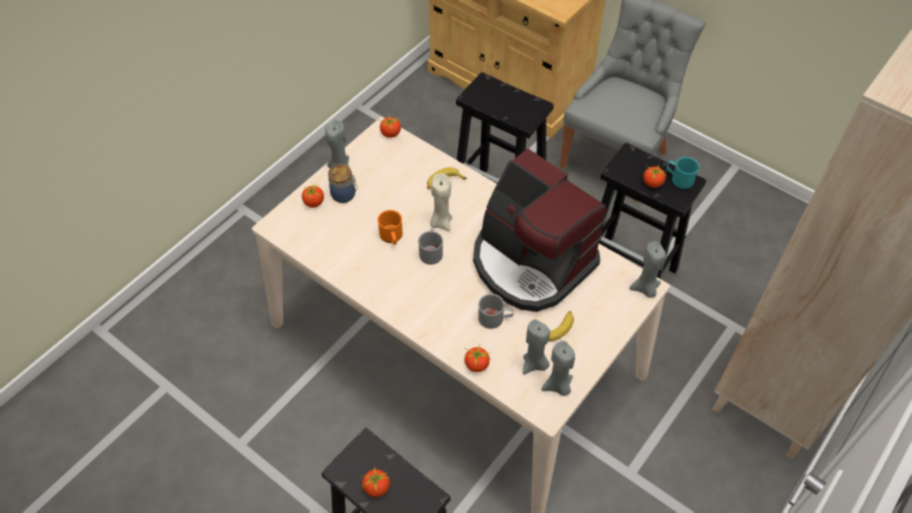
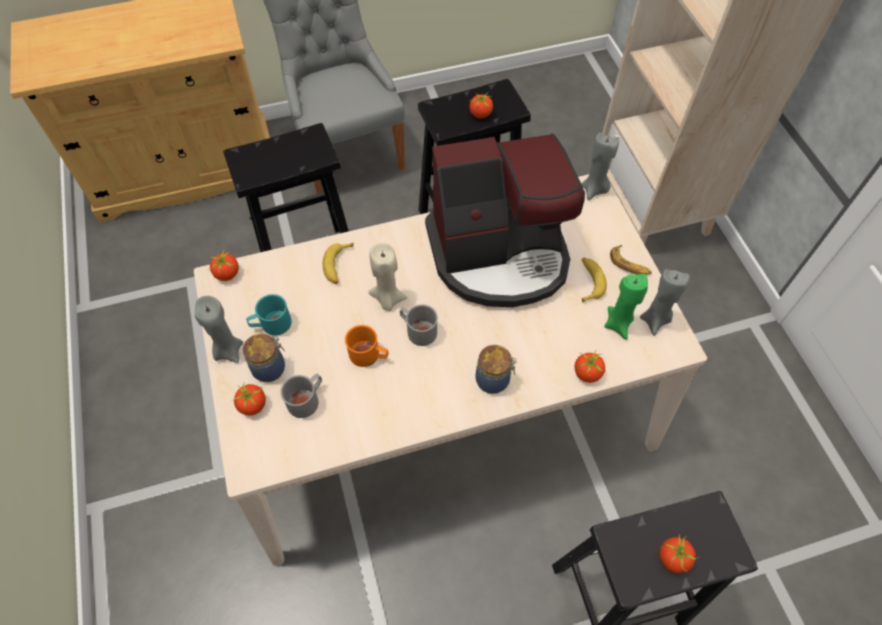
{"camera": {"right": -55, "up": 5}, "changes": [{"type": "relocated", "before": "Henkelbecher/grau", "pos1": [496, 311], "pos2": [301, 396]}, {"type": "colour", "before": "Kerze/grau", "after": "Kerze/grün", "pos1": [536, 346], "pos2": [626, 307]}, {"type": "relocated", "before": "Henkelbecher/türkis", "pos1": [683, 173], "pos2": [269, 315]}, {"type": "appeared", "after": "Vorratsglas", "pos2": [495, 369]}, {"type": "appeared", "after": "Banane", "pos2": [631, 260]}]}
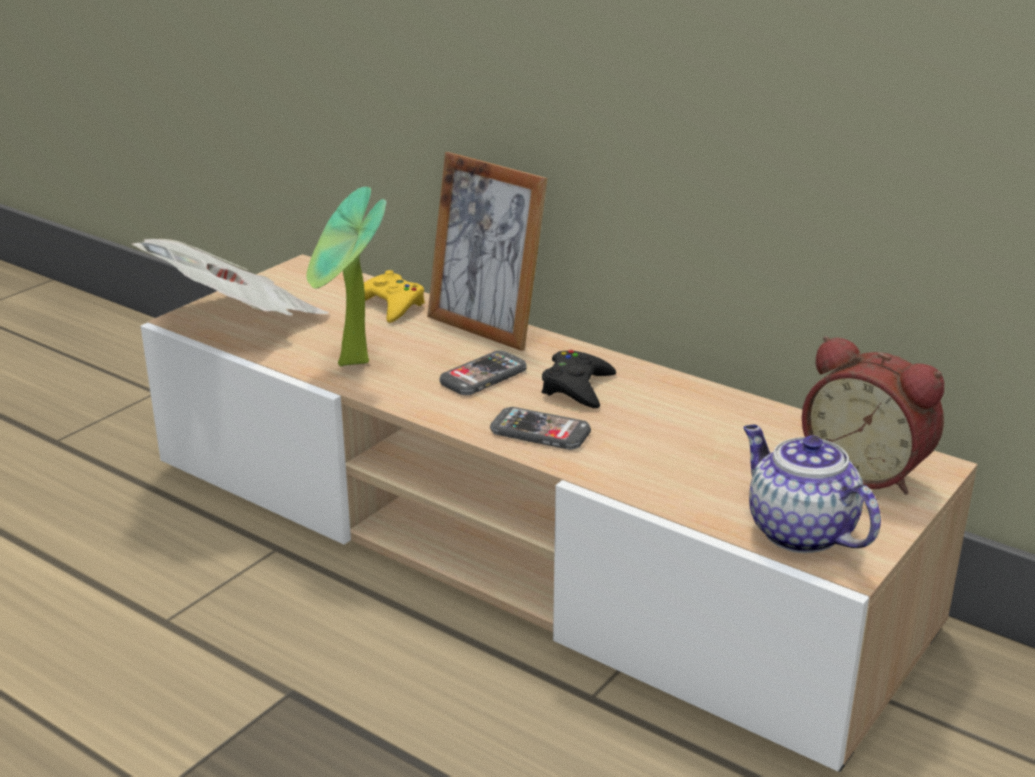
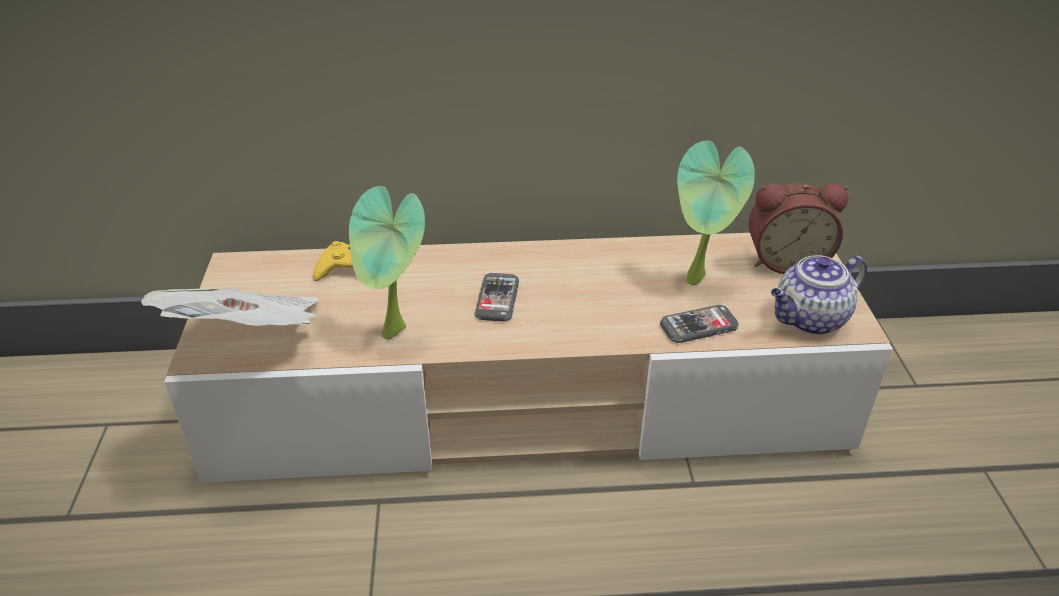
{"camera": {"right": -40, "up": 10}, "changes": [{"type": "missing", "before": "Bilderrahmen", "pos1": [487, 251]}, {"type": "relocated", "before": "Handy", "pos1": [540, 428], "pos2": [699, 324]}, {"type": "missing", "before": "Gamepad/schwarz", "pos1": [579, 379]}, {"type": "spun", "before": "Teekanne", "pos1": [812, 489], "pos2": [819, 295], "turn": -45}, {"type": "appeared", "after": "Topfpflanze", "pos2": [716, 213]}]}
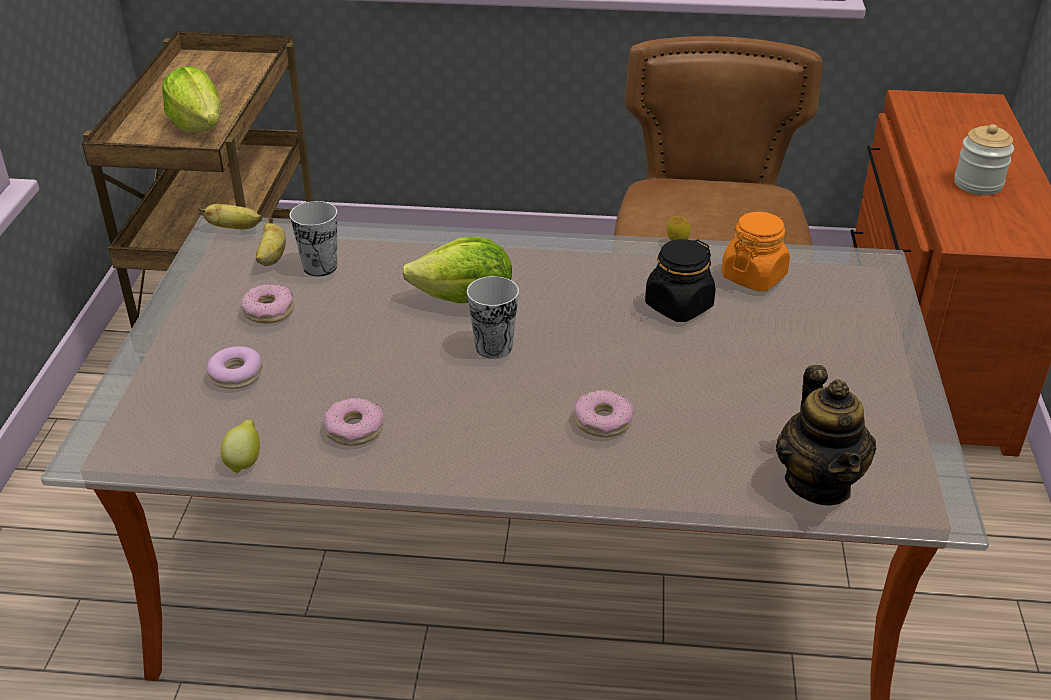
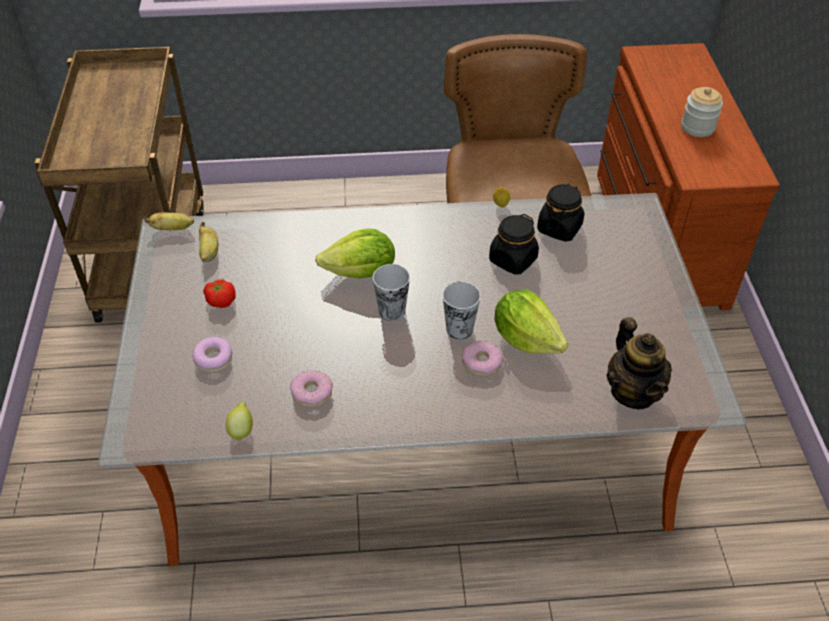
{"camera": {"right": -10, "up": 10}, "changes": [{"type": "relocated", "before": "Salatkopf", "pos1": [191, 99], "pos2": [531, 321]}, {"type": "exchanged", "before": "Donut", "after": "Tomate", "pos1": [267, 303], "pos2": [219, 293]}, {"type": "relocated", "before": "Tasse", "pos1": [313, 238], "pos2": [461, 310]}, {"type": "colour", "before": "Vorratsglas/orange", "after": "Vorratsglas/schwarz", "pos1": [755, 252], "pos2": [560, 213]}]}
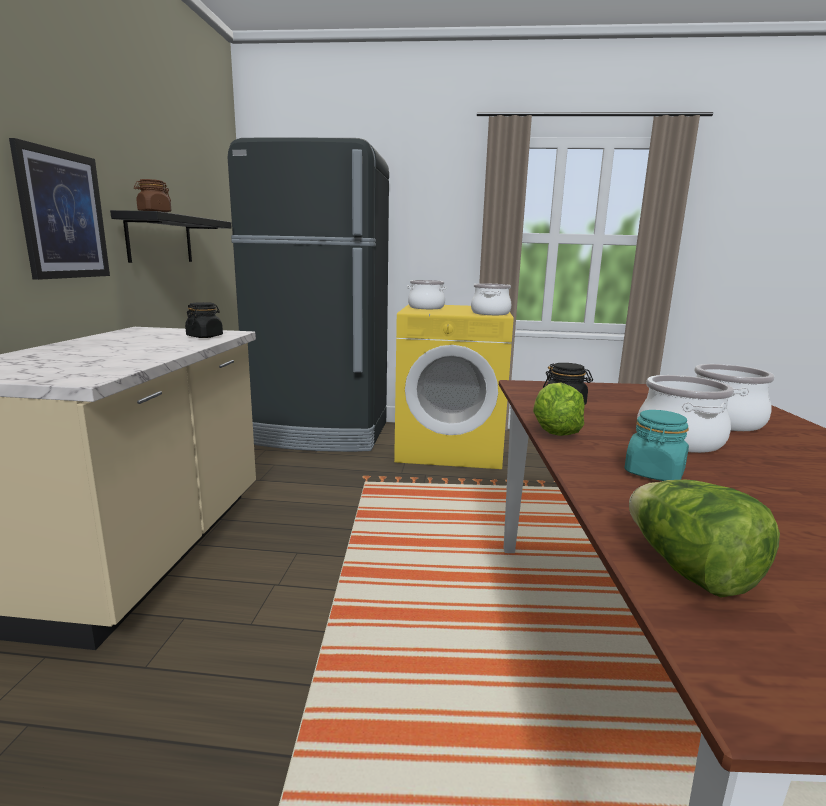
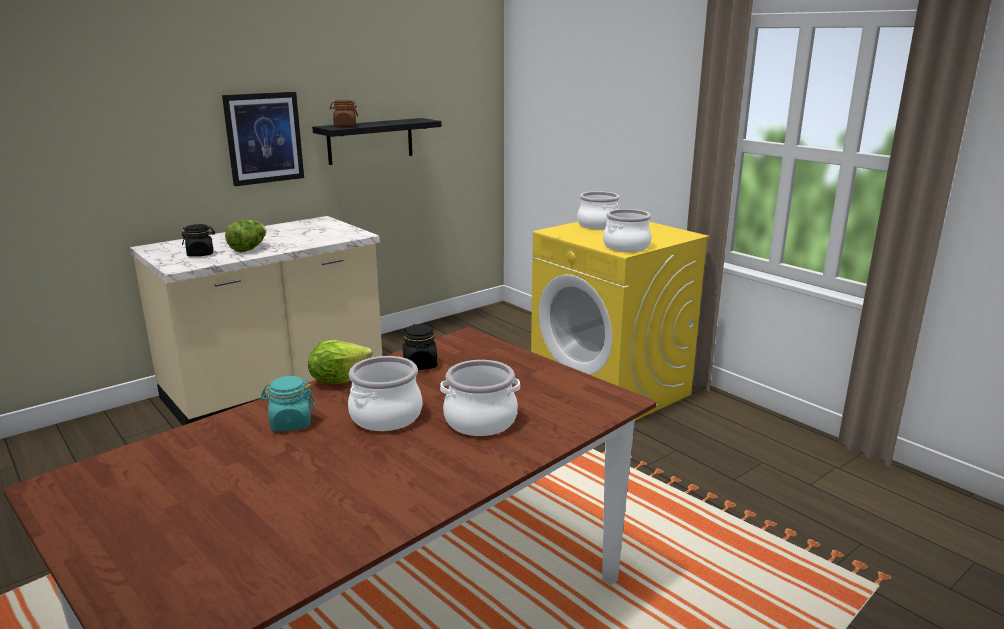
{"camera": {"right": 45, "up": 5}, "changes": [{"type": "relocated", "before": "Vorratsglas/schwarz", "pos1": [204, 320], "pos2": [198, 240]}, {"type": "missing", "before": "Kühlschrank/schwarz", "pos1": [308, 295]}, {"type": "relocated", "before": "Salatkopf", "pos1": [704, 538], "pos2": [245, 236]}]}
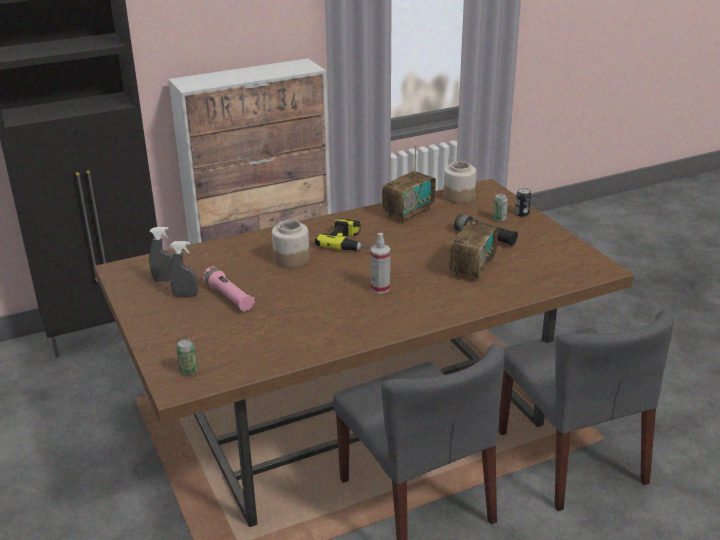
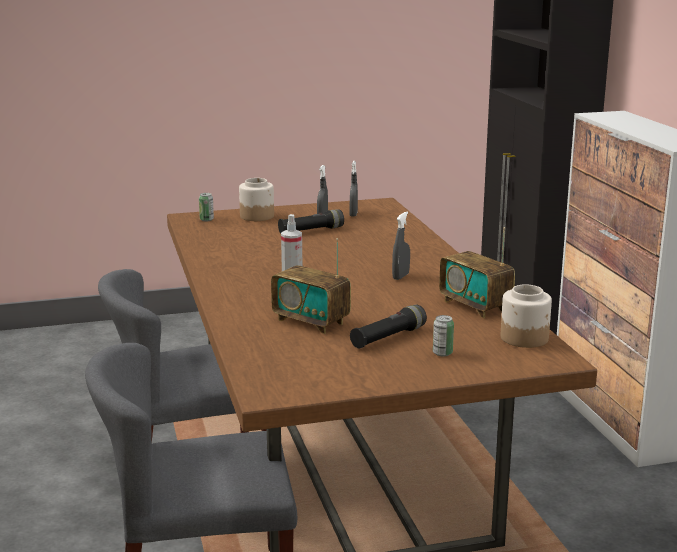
{"camera": {"right": 100, "up": -10}, "changes": [{"type": "colour", "before": "Taschenlampe/rosa", "after": "Taschenlampe/schwarz", "pos1": [229, 289], "pos2": [311, 221]}, {"type": "relocated", "before": "Vorratsglas", "pos1": [291, 244], "pos2": [256, 199]}, {"type": "exchanged", "before": "Bohrmaschine", "after": "Sprühflasche/grau", "pos1": [343, 234], "pos2": [401, 246]}, {"type": "missing", "before": "Dose", "pos1": [523, 202]}]}
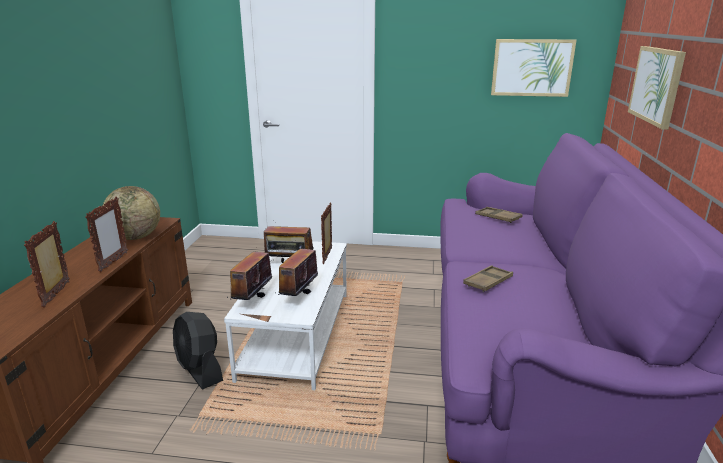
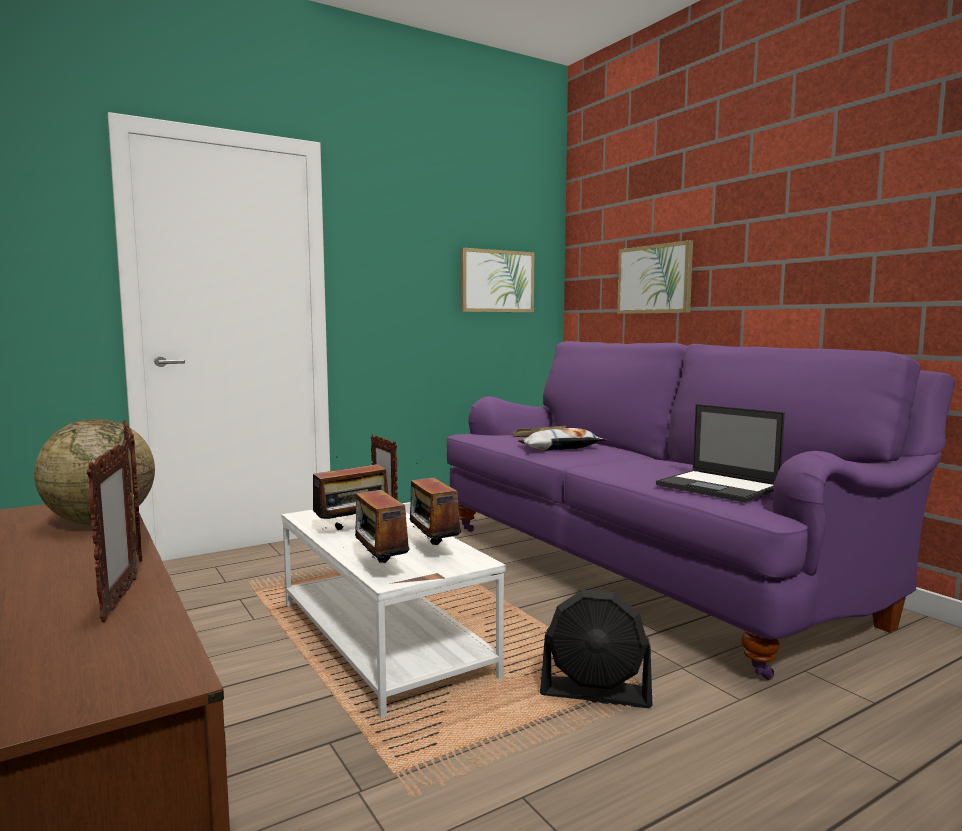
{"camera": {"right": -40, "up": -15}, "changes": [{"type": "spun", "before": "Bilderrahmen", "pos1": [47, 264], "pos2": [112, 531], "turn": -150}, {"type": "relocated", "before": "Ventilator/schwarz", "pos1": [198, 351], "pos2": [596, 649]}, {"type": "missing", "before": "Tablett/braun", "pos1": [488, 278]}, {"type": "appeared", "after": "Kissen", "pos2": [562, 439]}, {"type": "appeared", "after": "Laptop", "pos2": [720, 453]}]}
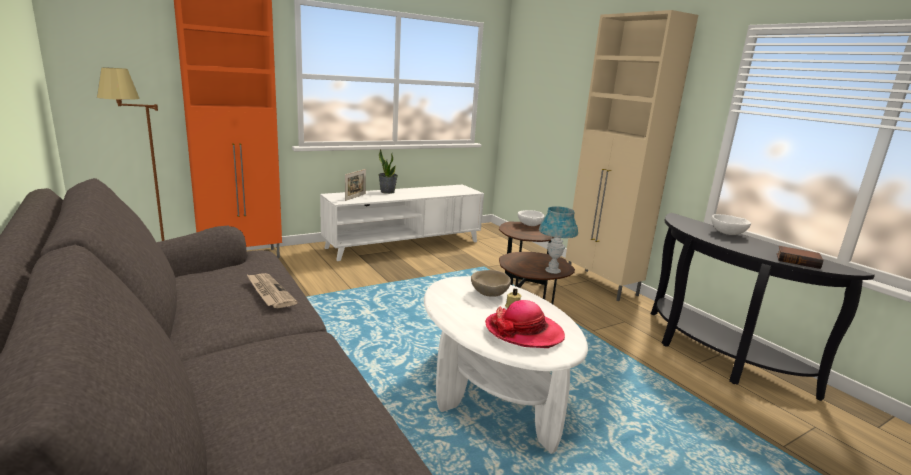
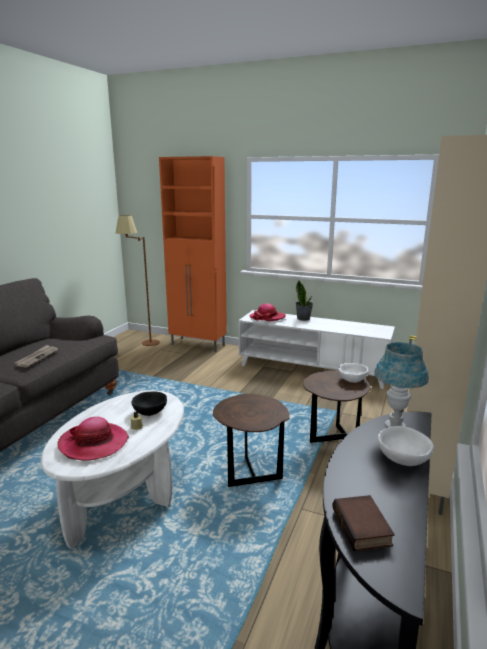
{"camera": {"right": 55, "up": 0}, "changes": [{"type": "exchanged", "before": "Bilderrahmen", "after": "Hut", "pos1": [355, 185], "pos2": [267, 312]}, {"type": "colour", "before": "Schüssel/beige", "after": "Schüssel/schwarz", "pos1": [491, 283], "pos2": [149, 403]}, {"type": "relocated", "before": "Tischlampe/blau", "pos1": [558, 240], "pos2": [401, 385]}]}
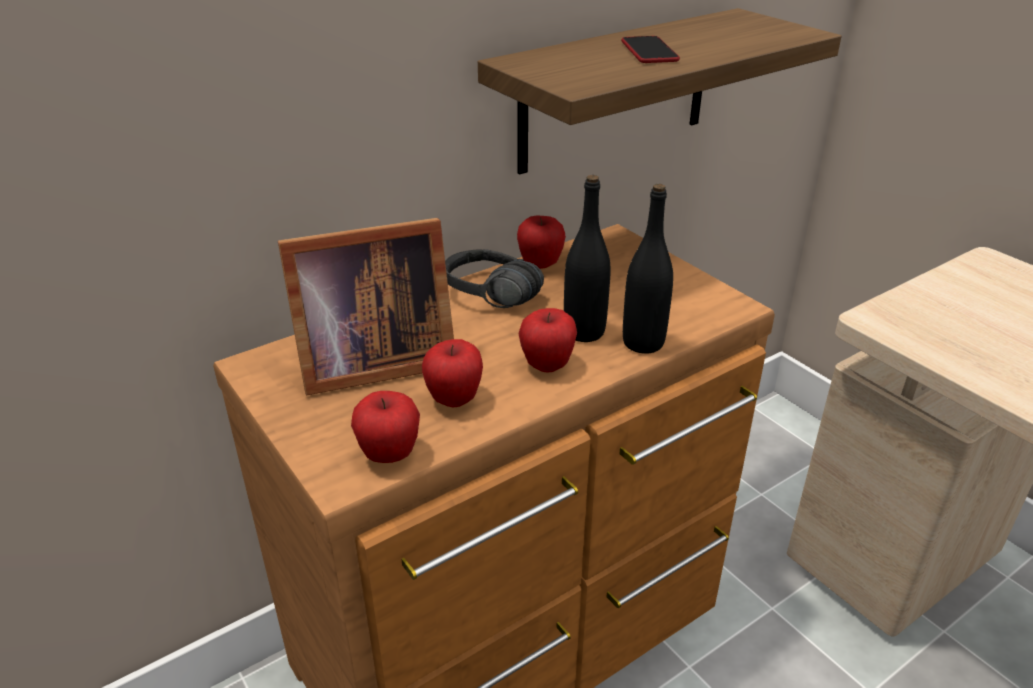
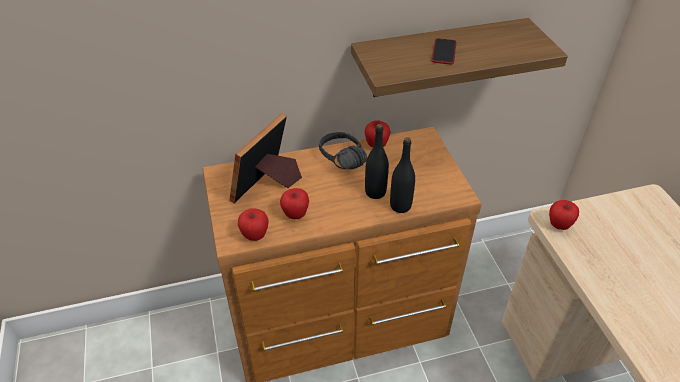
{"camera": {"right": 20, "up": 10}, "changes": [{"type": "spun", "before": "Bilderrahmen", "pos1": [366, 306], "pos2": [265, 158], "turn": 120}, {"type": "relocated", "before": "Apfel", "pos1": [548, 340], "pos2": [564, 215]}]}
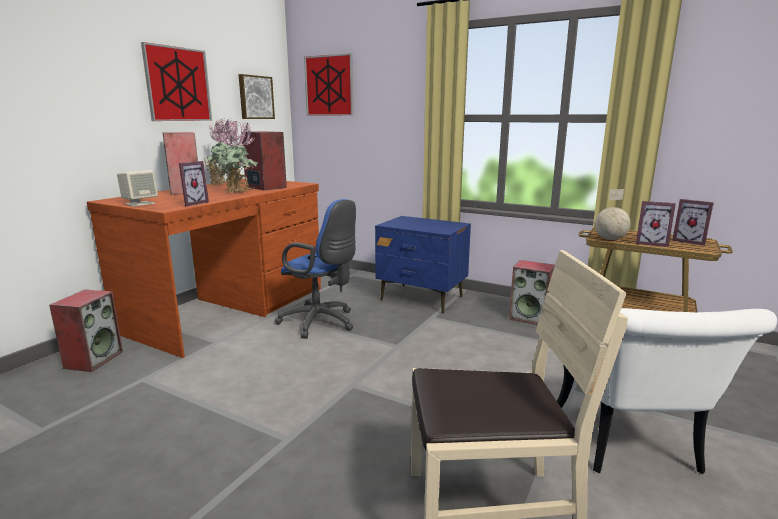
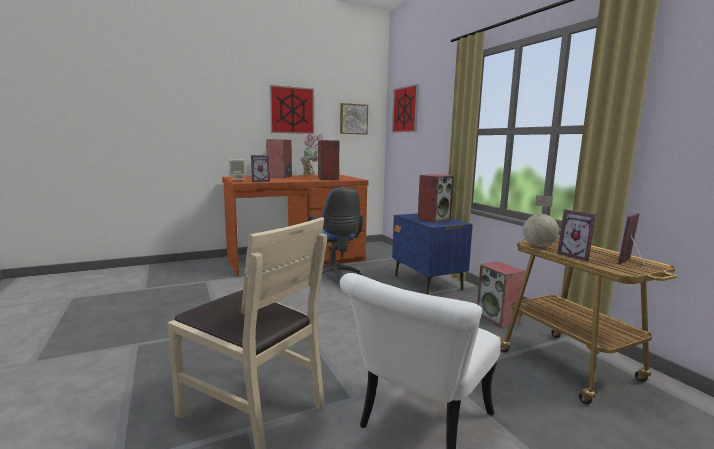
{"camera": {"right": 35, "up": -5}, "changes": [{"type": "relocated", "before": "Lautsprecher", "pos1": [86, 330], "pos2": [435, 198]}, {"type": "missing", "before": "Topfpflanze", "pos1": [237, 156]}, {"type": "spun", "before": "Bilderrahmen", "pos1": [693, 222], "pos2": [631, 239], "turn": 60}]}
